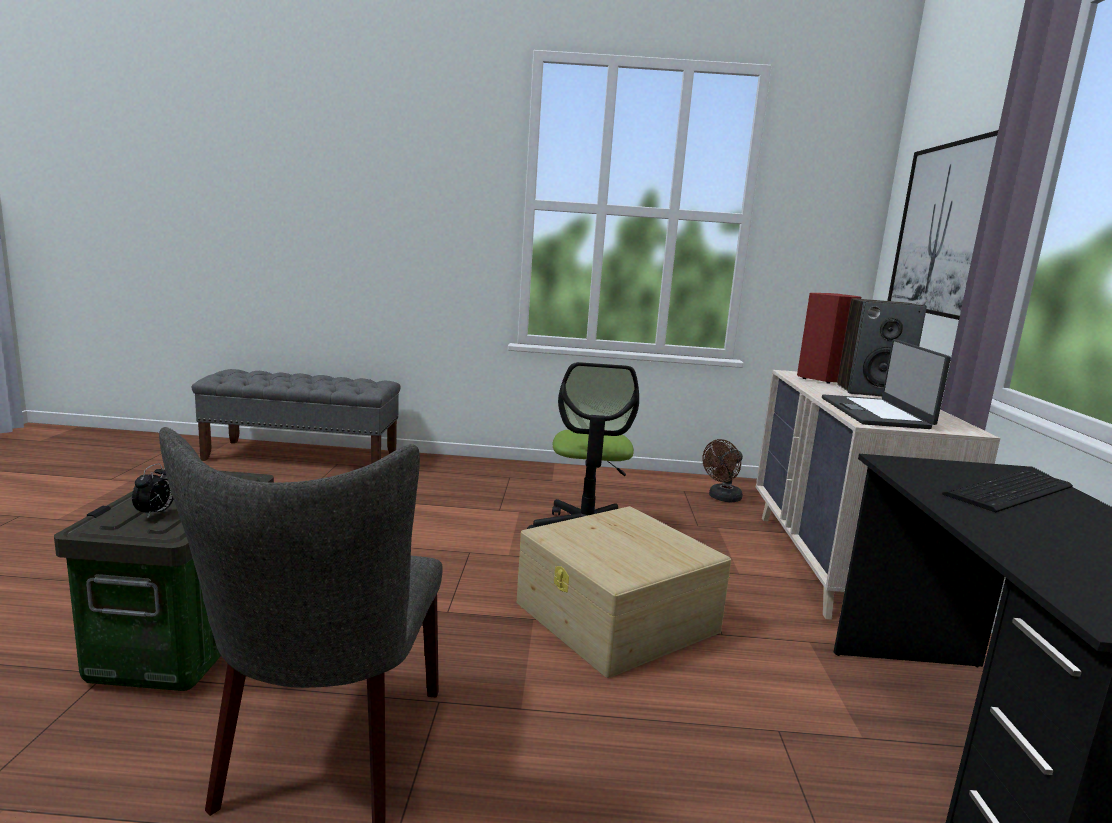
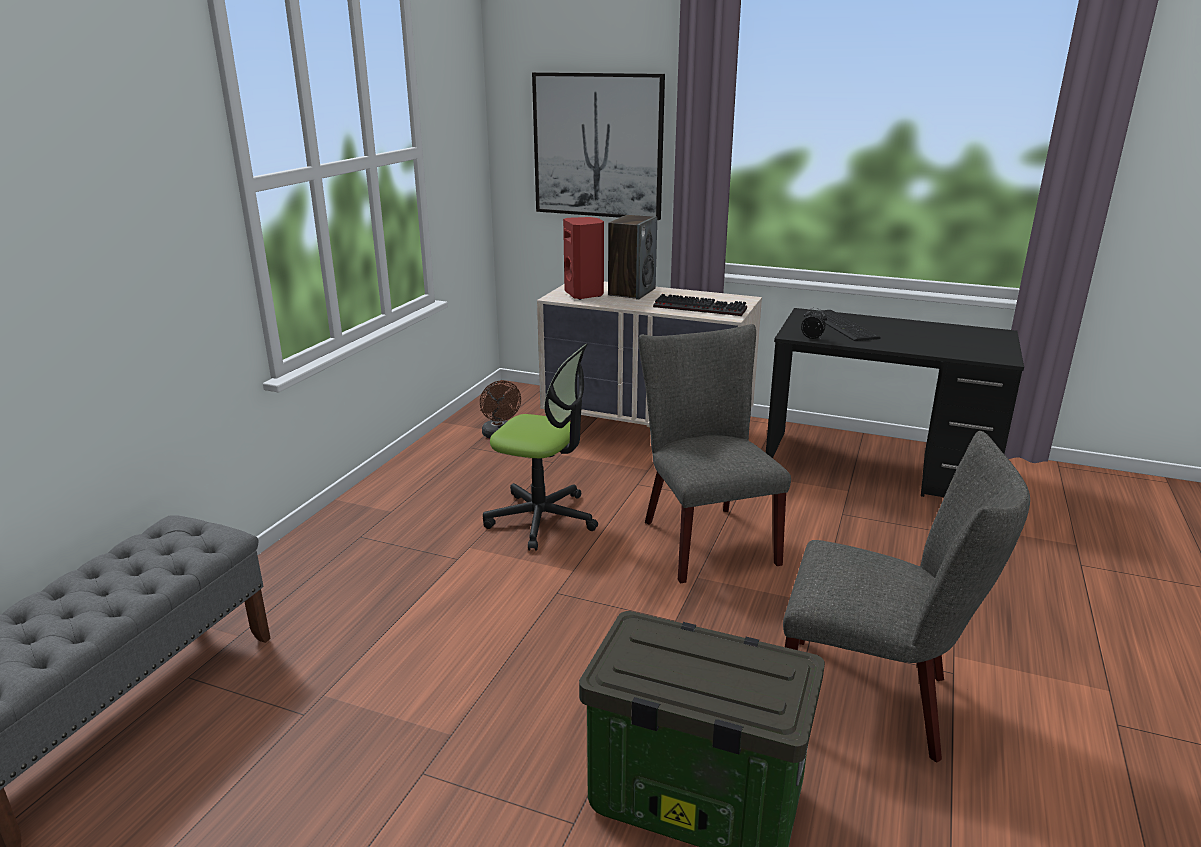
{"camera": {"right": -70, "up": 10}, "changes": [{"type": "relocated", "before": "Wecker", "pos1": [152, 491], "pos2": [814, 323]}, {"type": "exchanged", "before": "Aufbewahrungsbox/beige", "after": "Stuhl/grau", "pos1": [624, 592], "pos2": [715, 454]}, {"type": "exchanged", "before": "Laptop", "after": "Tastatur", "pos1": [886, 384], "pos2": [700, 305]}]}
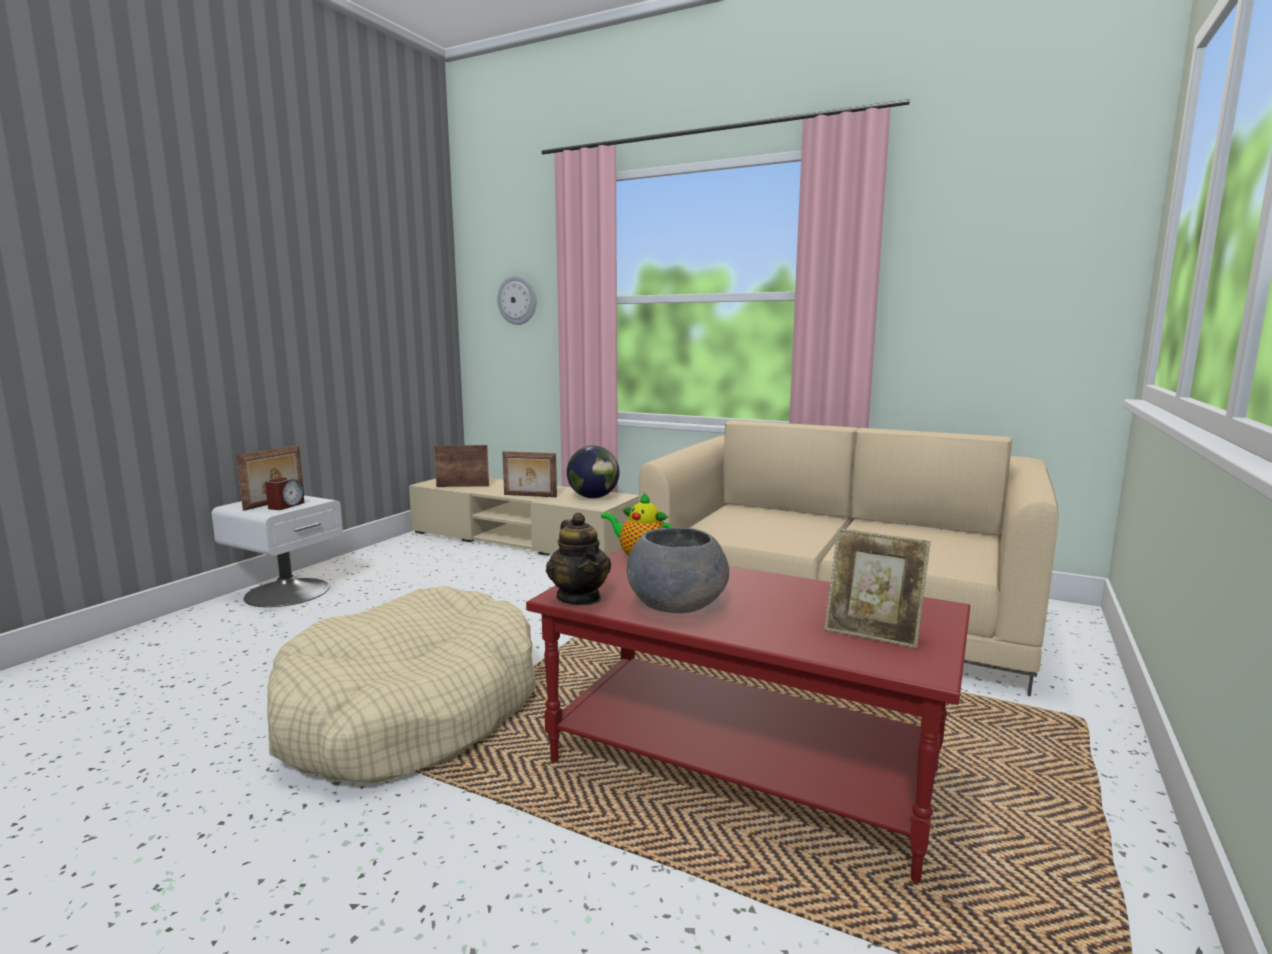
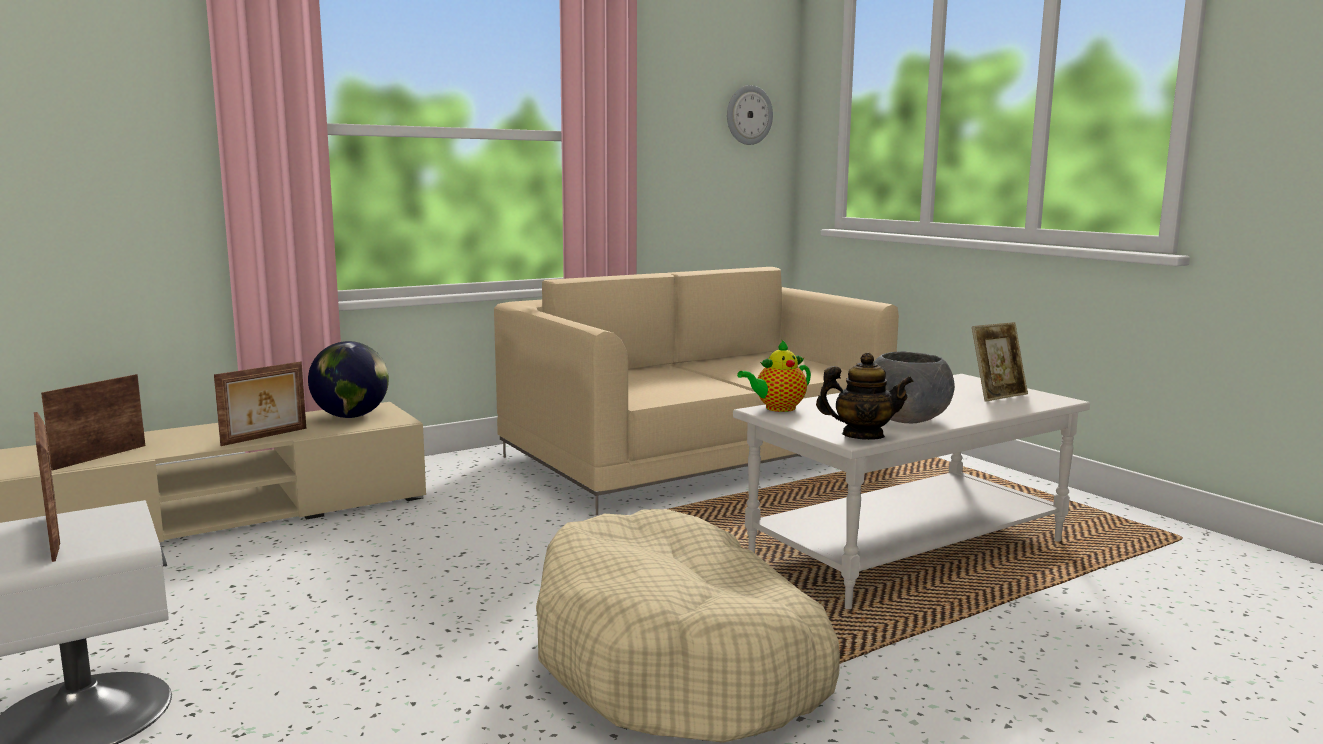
{"camera": {"right": -60, "up": 0}, "changes": [{"type": "missing", "before": "Wecker", "pos1": [284, 493]}, {"type": "relocated", "before": "Wanduhr", "pos1": [516, 300], "pos2": [750, 115]}, {"type": "colour", "before": "Couchtisch/rot", "after": "Couchtisch/weiß", "pos1": [748, 716], "pos2": [911, 491]}]}
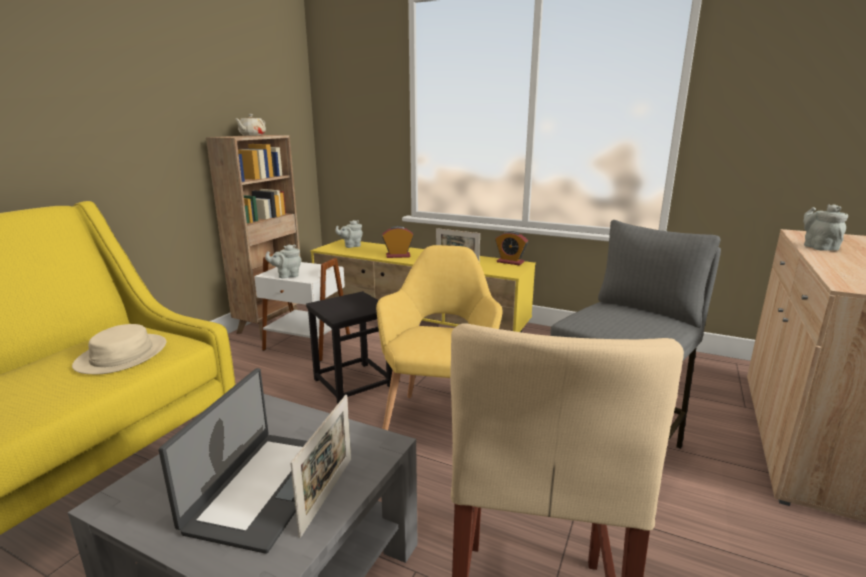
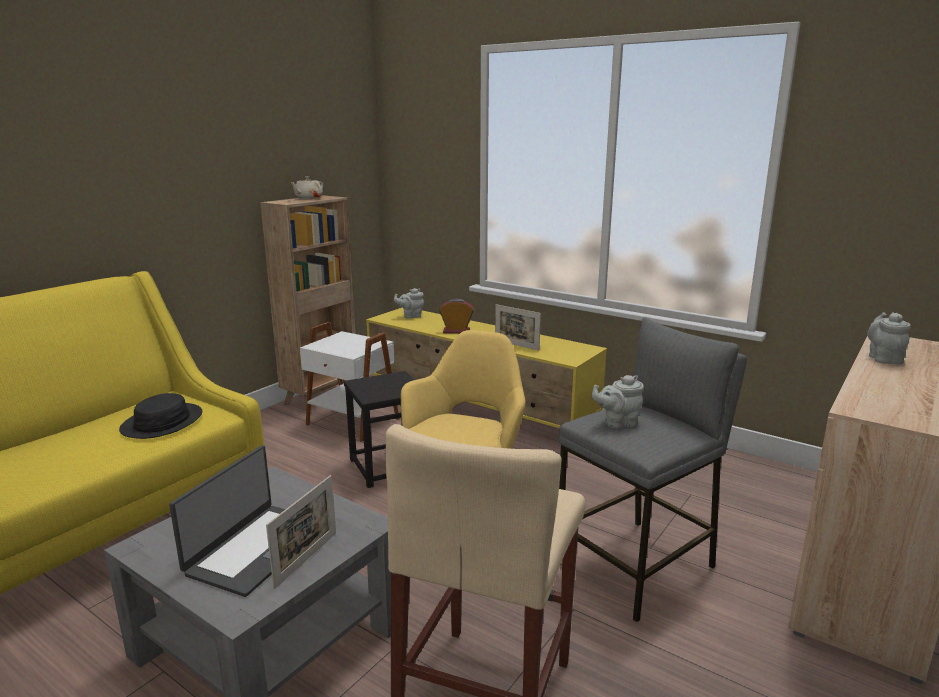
{"camera": {"right": 10, "up": 0}, "changes": [{"type": "colour", "before": "Hut/beige", "after": "Hut/schwarz", "pos1": [119, 349], "pos2": [160, 416]}, {"type": "relocated", "before": "Teekanne/grau", "pos1": [283, 261], "pos2": [618, 402]}, {"type": "missing", "before": "Wecker", "pos1": [511, 248]}]}
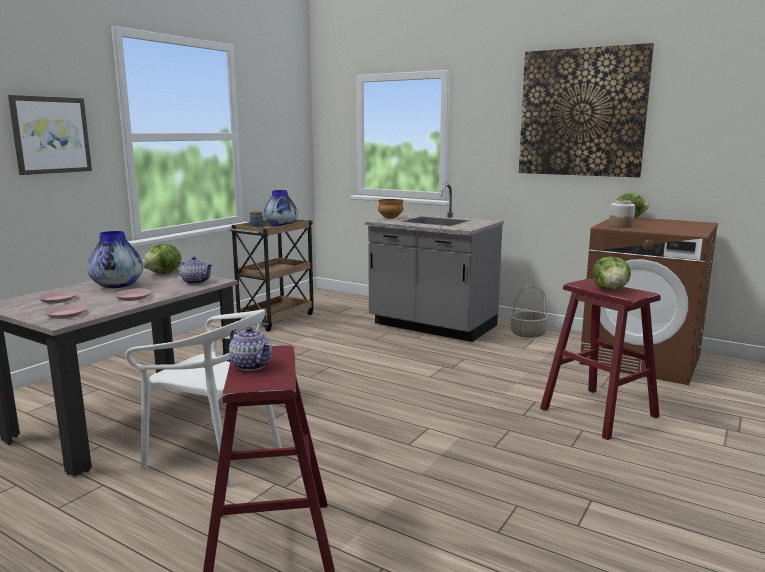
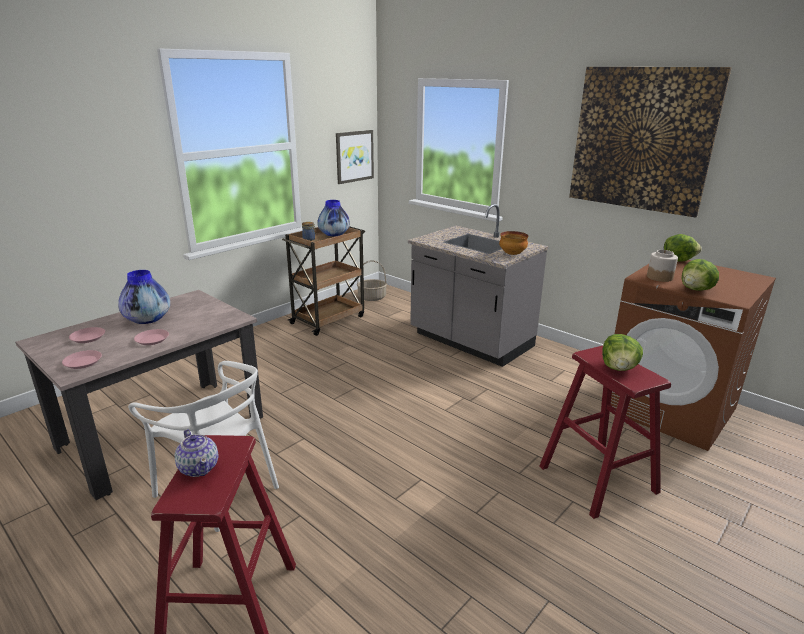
{"camera": {"right": 10, "up": 10}, "changes": [{"type": "relocated", "before": "Bild", "pos1": [50, 135], "pos2": [355, 157]}, {"type": "relocated", "before": "Salatkopf", "pos1": [161, 259], "pos2": [700, 275]}, {"type": "missing", "before": "Teekanne", "pos1": [194, 270]}, {"type": "relocated", "before": "Schüssel", "pos1": [390, 209], "pos2": [513, 243]}, {"type": "relocated", "before": "Korb", "pos1": [529, 311], "pos2": [372, 280]}]}
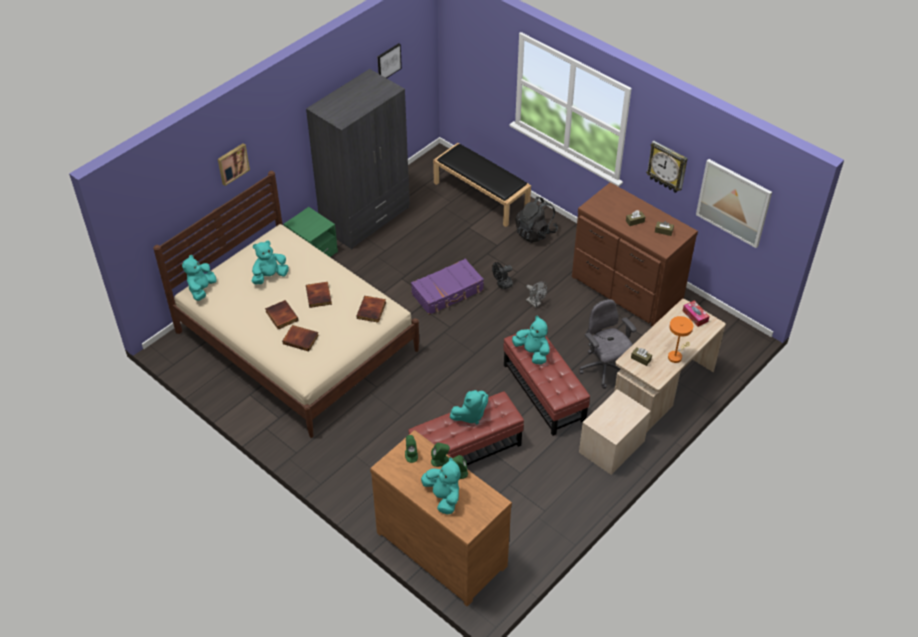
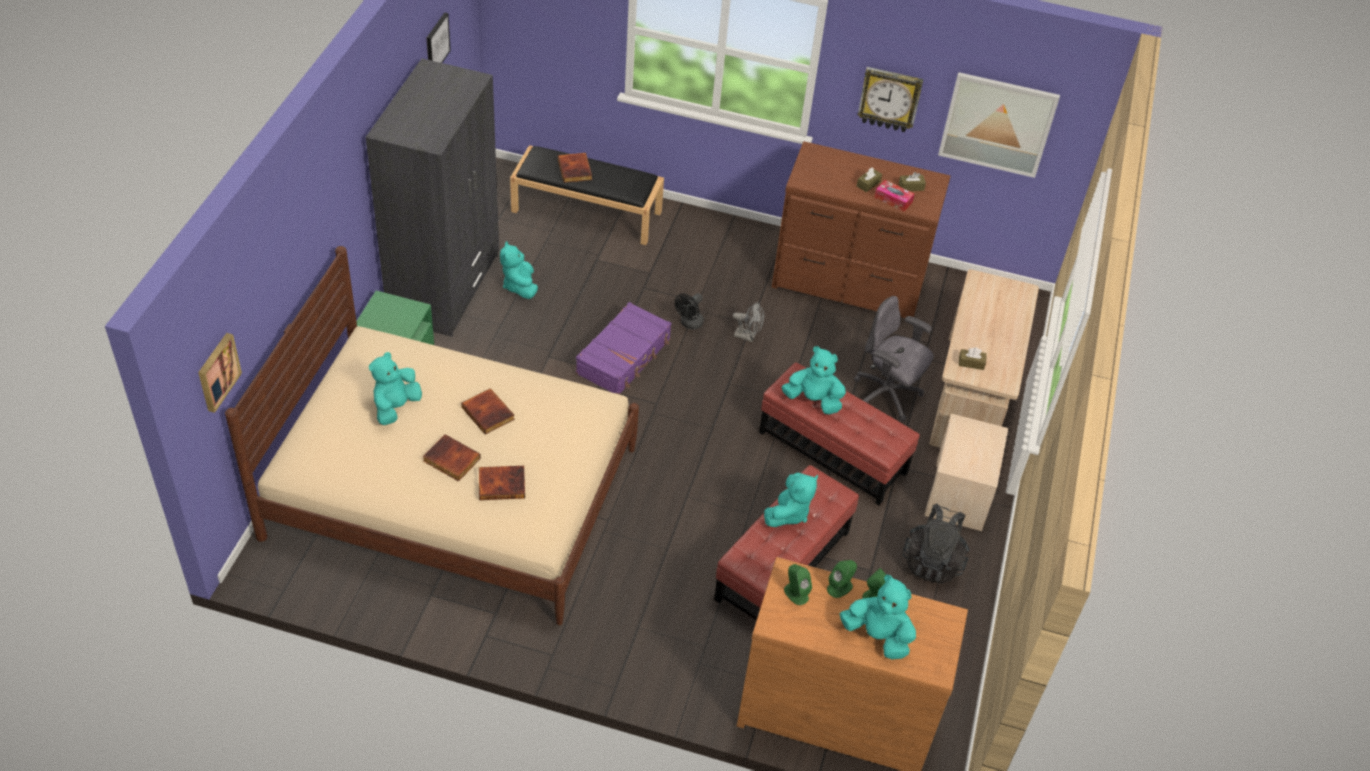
{"camera": {"right": -30, "up": 0}, "changes": [{"type": "relocated", "before": "Plüschtier/türkis", "pos1": [199, 278], "pos2": [519, 270]}, {"type": "relocated", "before": "Bild", "pos1": [234, 164], "pos2": [220, 373]}, {"type": "relocated", "before": "Buch", "pos1": [371, 309], "pos2": [575, 168]}, {"type": "relocated", "before": "Rucksack/schwarz", "pos1": [536, 220], "pos2": [936, 544]}, {"type": "missing", "before": "Tischlampe/orange", "pos1": [680, 339]}, {"type": "relocated", "before": "Taschentuchbox", "pos1": [696, 314], "pos2": [894, 196]}]}
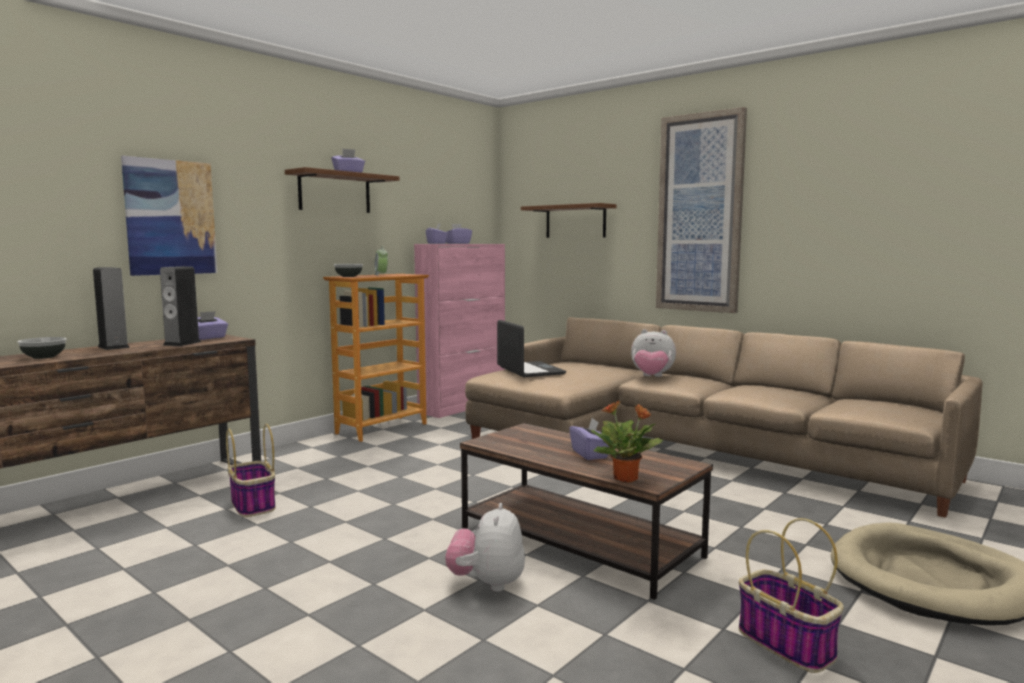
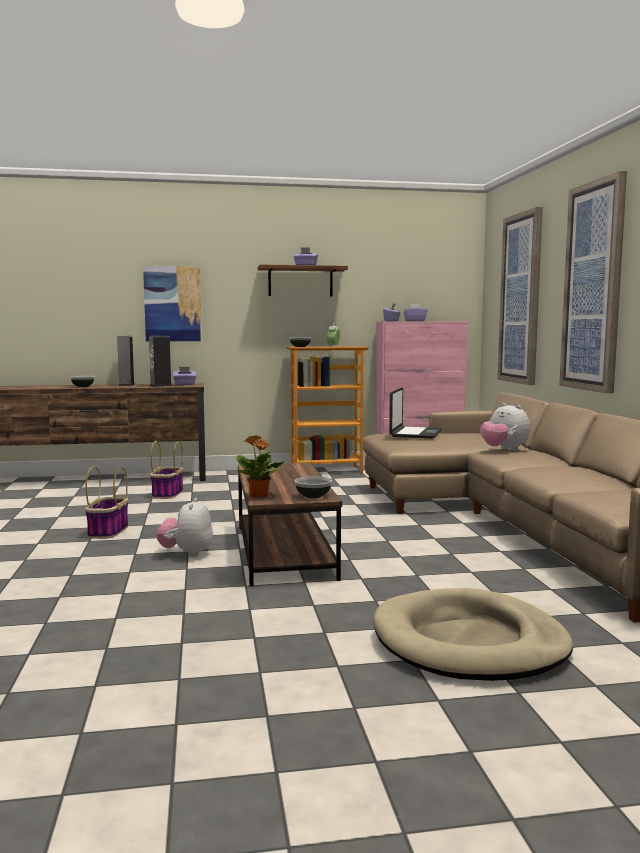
{"camera": {"right": 40, "up": 0}, "changes": [{"type": "spun", "before": "Plüschtier", "pos1": [485, 547], "pos2": [184, 527], "turn": -45}, {"type": "exchanged", "before": "Wandregal/braun", "after": "Bild", "pos1": [569, 220], "pos2": [520, 296]}, {"type": "missing", "before": "Taschentuchbox/lila", "pos1": [589, 439]}, {"type": "relocated", "before": "Korb", "pos1": [791, 595], "pos2": [106, 502]}, {"type": "appeared", "after": "Schüssel", "pos2": [313, 487]}]}
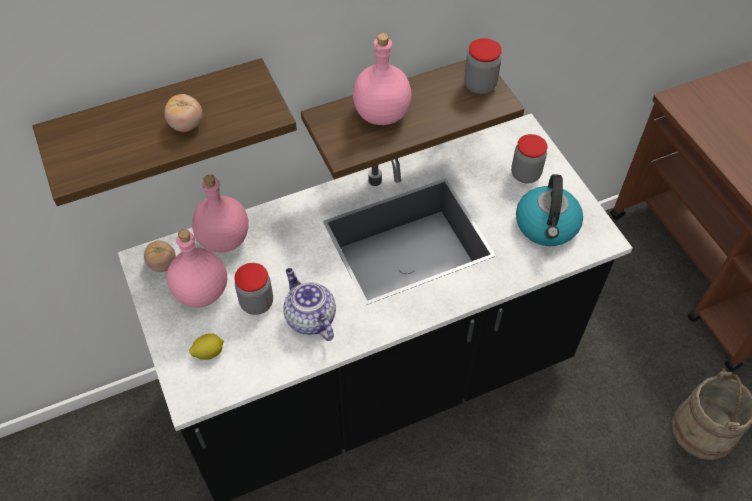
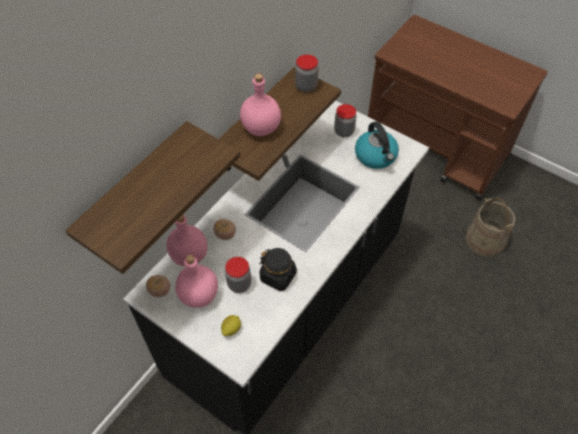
{"camera": {"right": -30, "up": 0}, "changes": [{"type": "relocated", "before": "Tomate", "pos1": [183, 113], "pos2": [225, 229]}, {"type": "exchanged", "before": "Teekanne", "after": "Vorratsglas/schwarz", "pos1": [309, 304], "pos2": [278, 269]}]}
